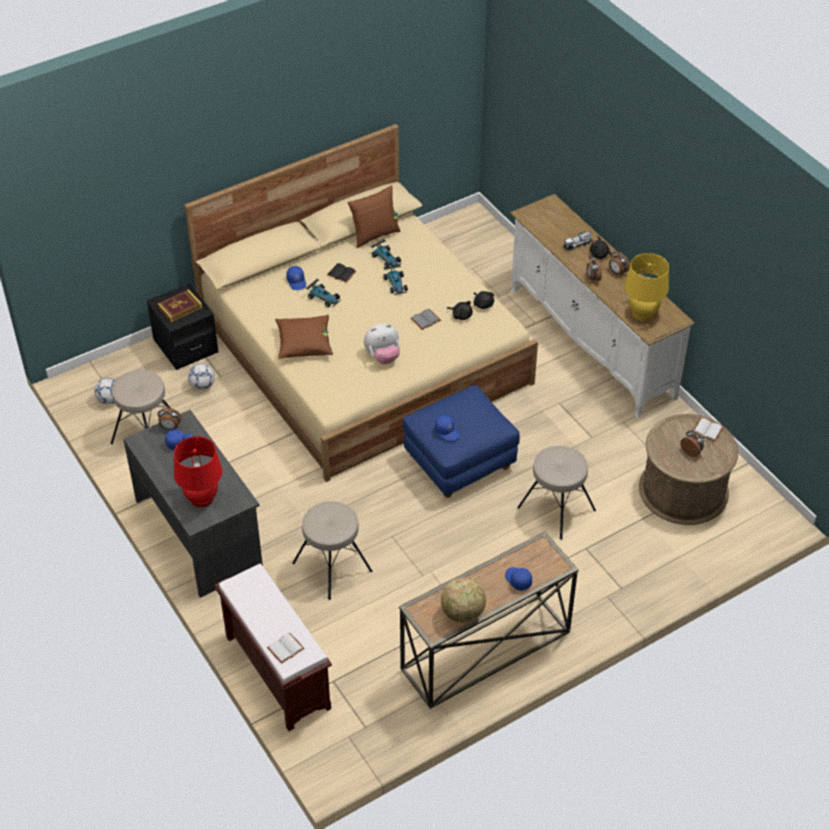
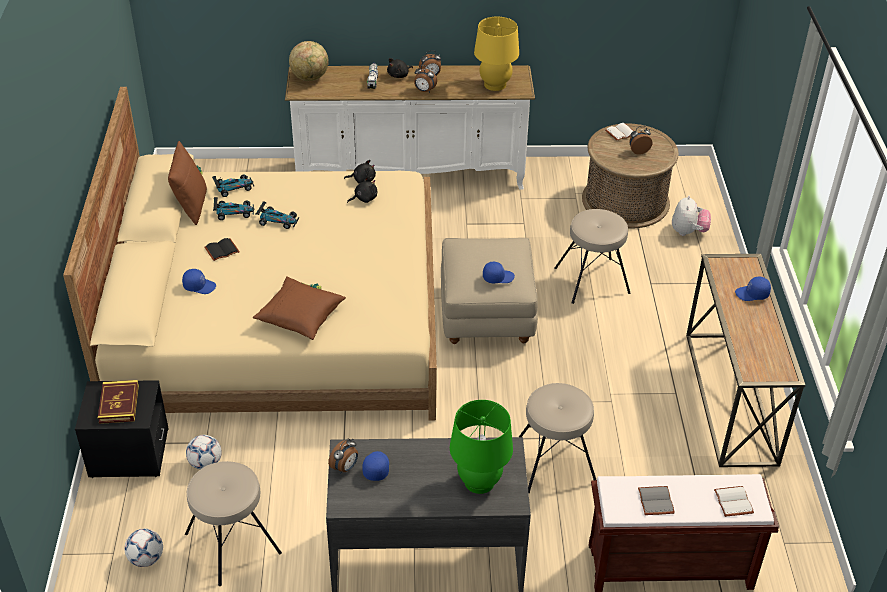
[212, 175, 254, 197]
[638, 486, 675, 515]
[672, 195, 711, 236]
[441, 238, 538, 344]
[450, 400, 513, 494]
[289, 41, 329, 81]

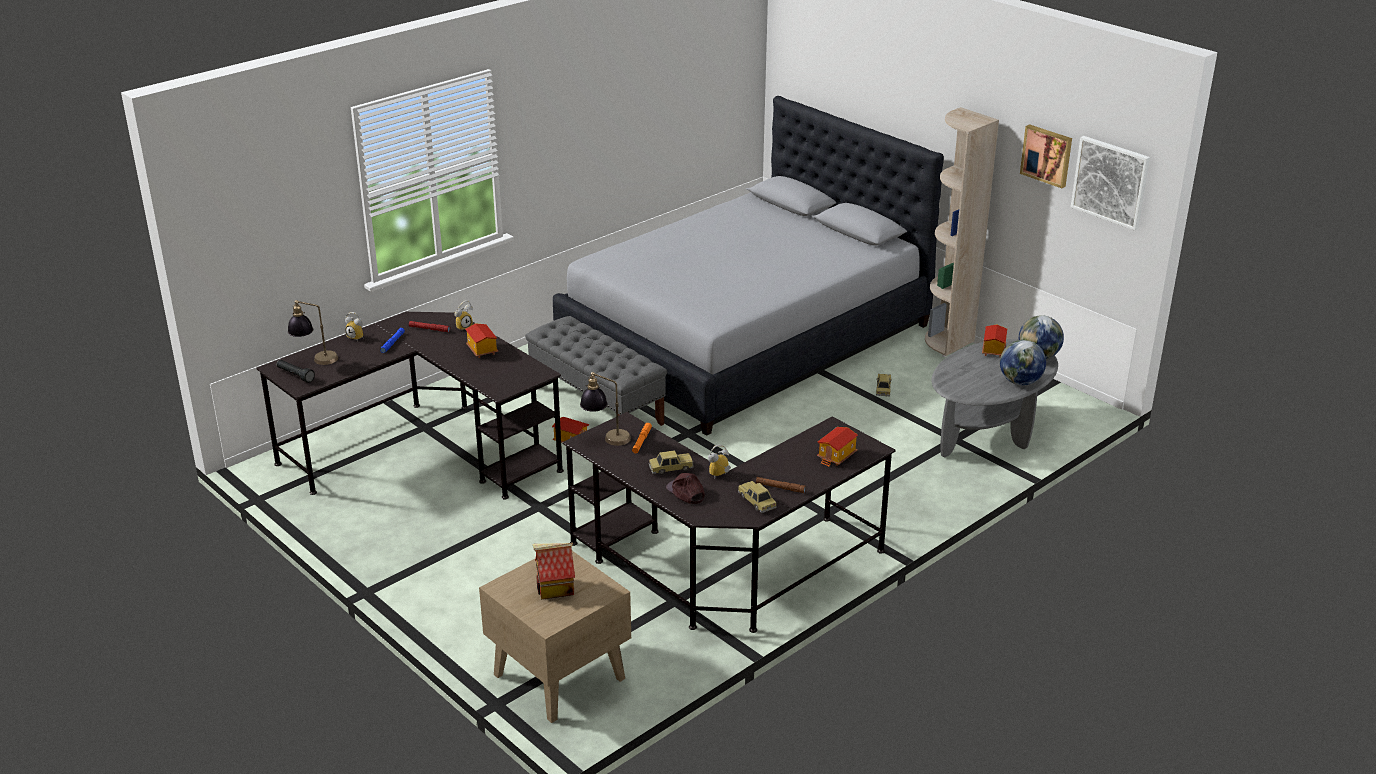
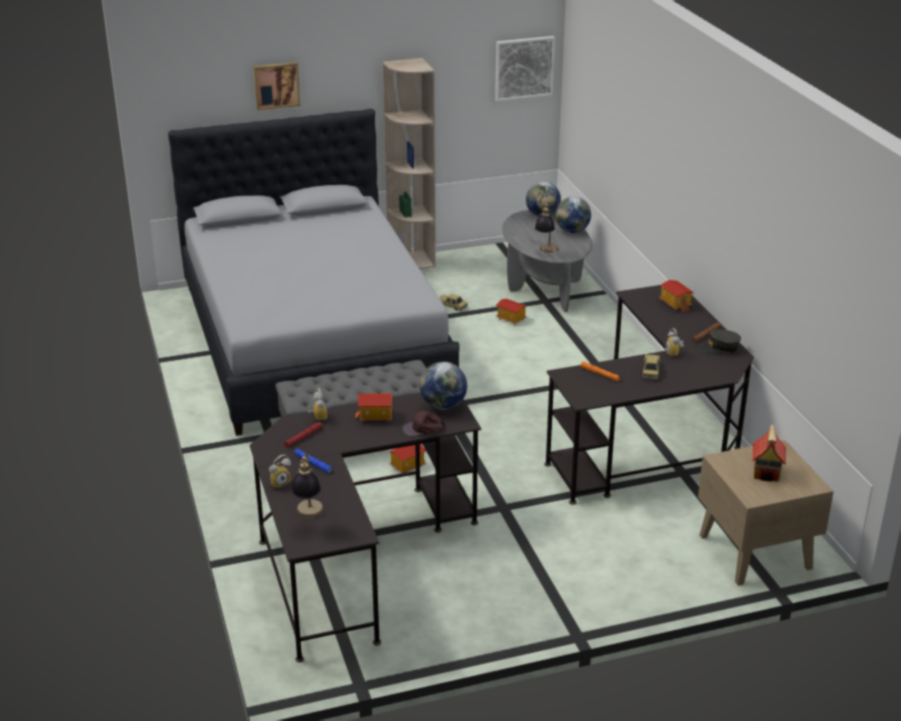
[253, 62, 300, 110]
[496, 299, 527, 325]
[277, 360, 315, 383] (first image)
[535, 203, 559, 253]
[402, 410, 445, 436]
[699, 329, 741, 355]
[419, 362, 467, 410]

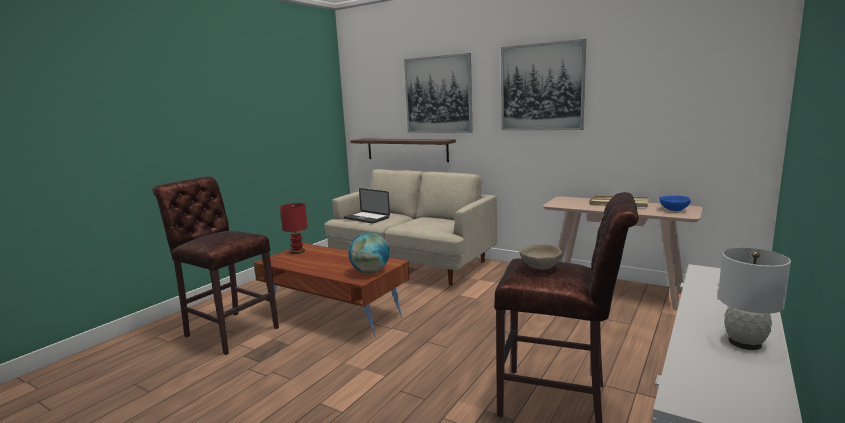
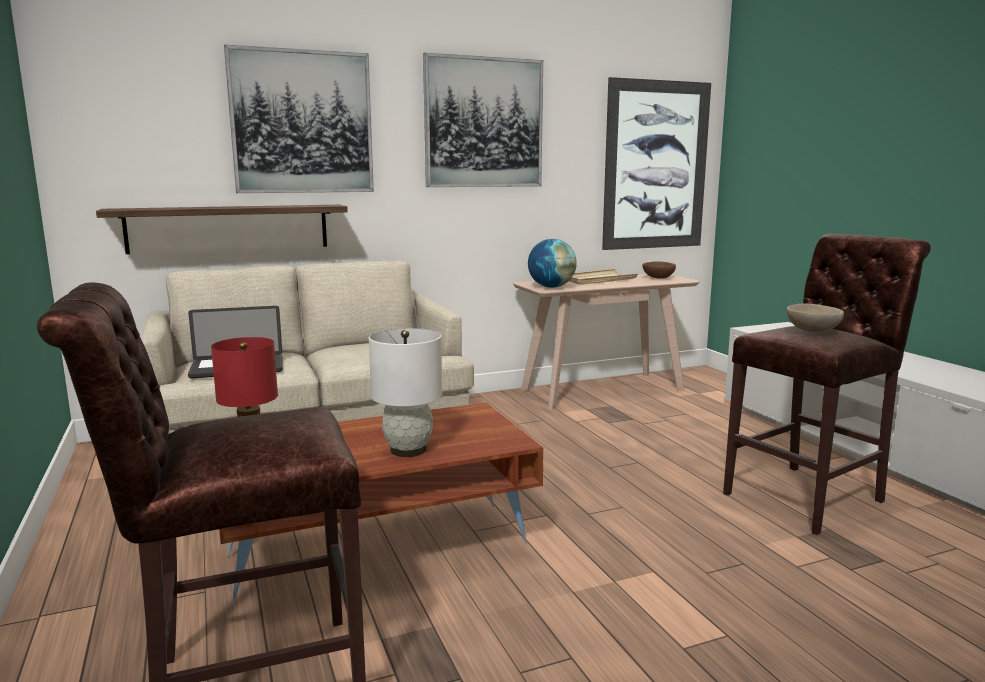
[642, 262, 676, 279]
[528, 239, 577, 288]
[369, 328, 442, 457]
[602, 77, 711, 250]

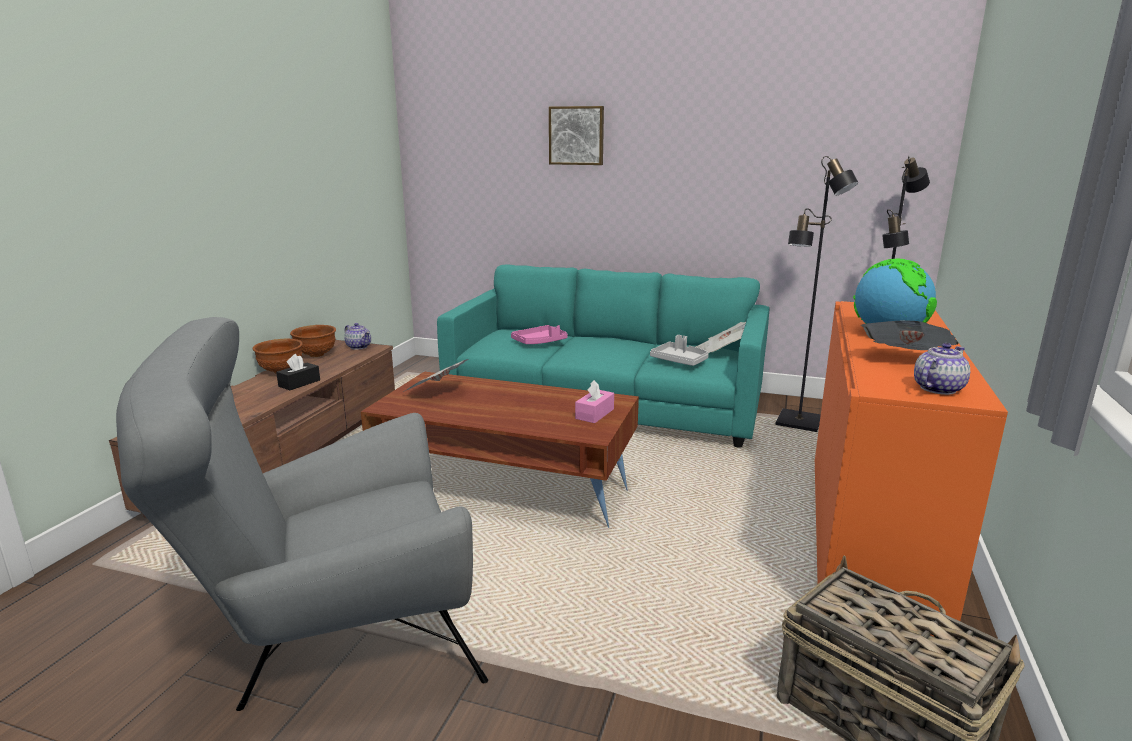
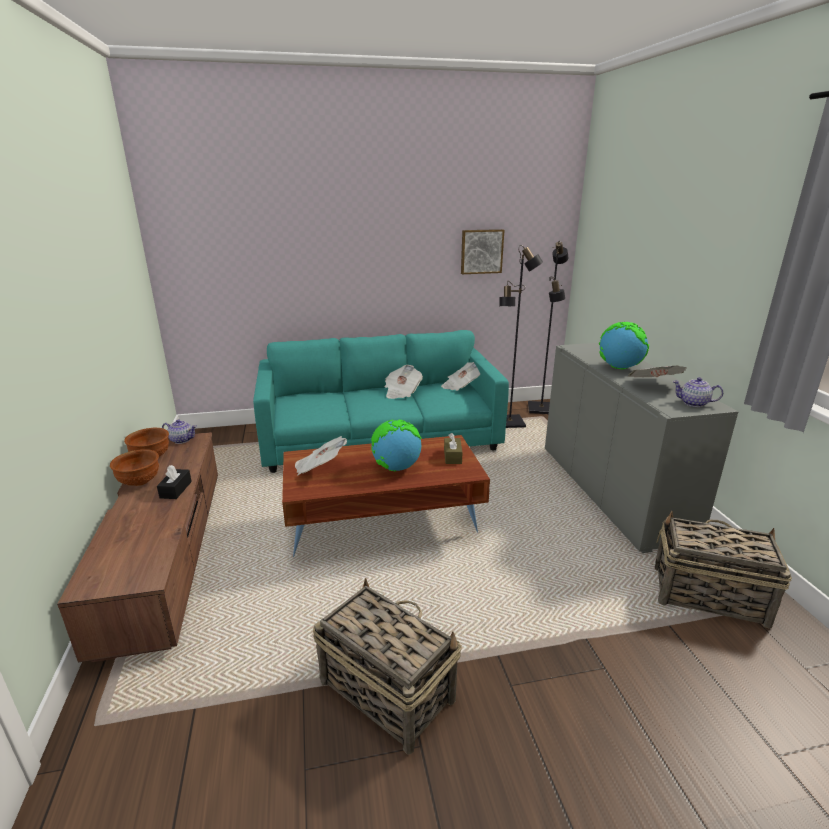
[461, 229, 504, 274]
[545, 343, 738, 553]
[313, 578, 462, 754]
[511, 325, 568, 344] (first image)
[650, 335, 709, 366] (first image)
[672, 377, 723, 407]
[444, 433, 463, 464]
[385, 365, 423, 399]
[371, 419, 421, 471]

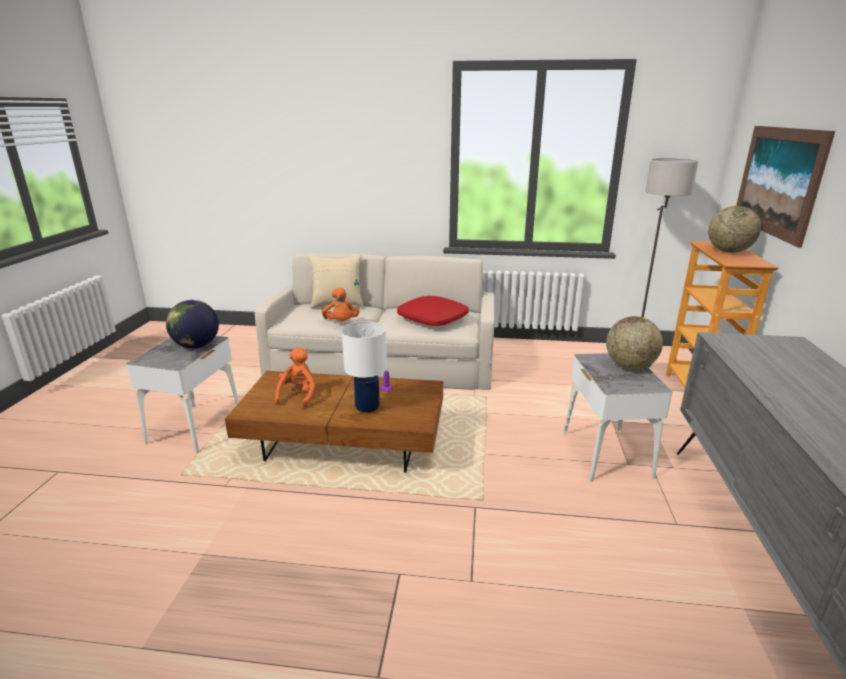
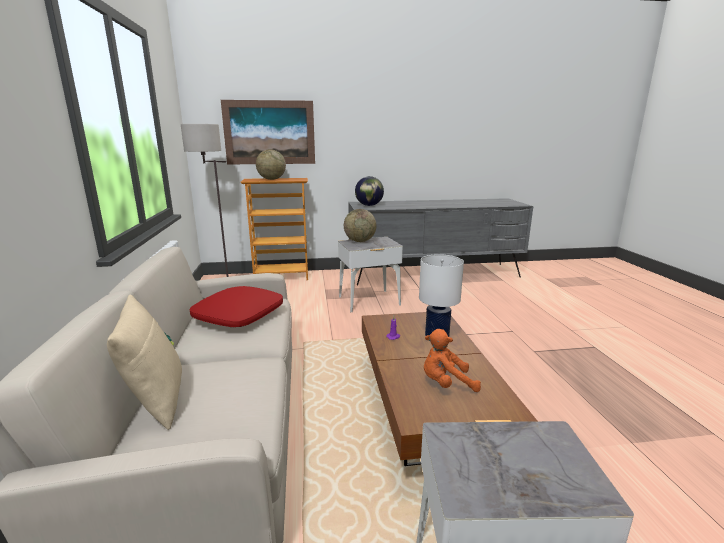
[322, 288, 360, 321] (first image)
[355, 176, 384, 206]

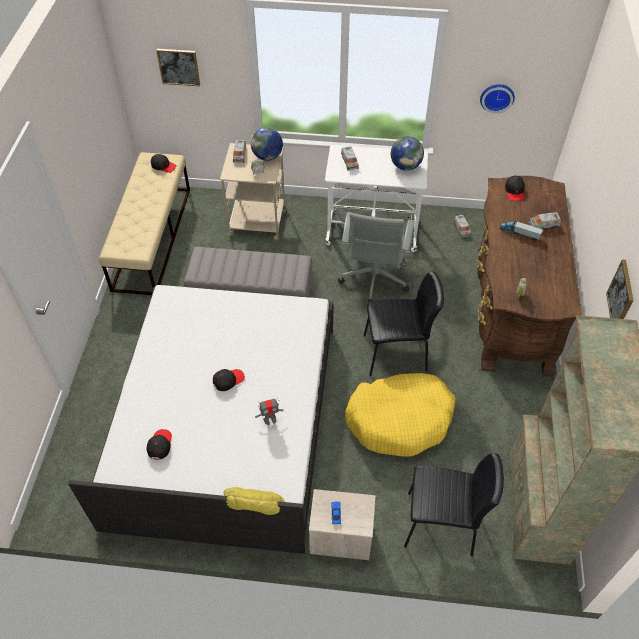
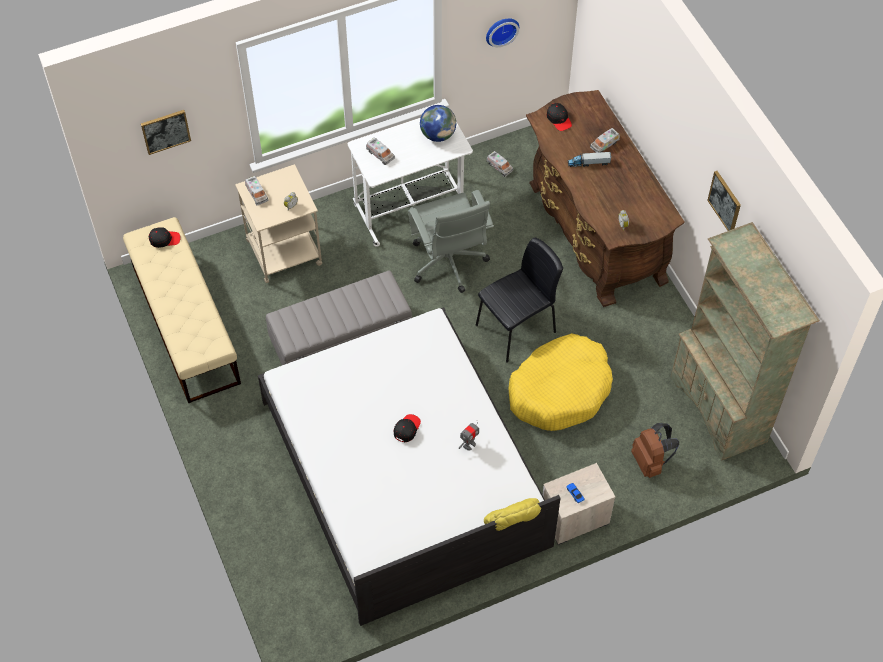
[251, 128, 283, 161] (first image)
[147, 429, 172, 460] (first image)
[631, 423, 679, 478]

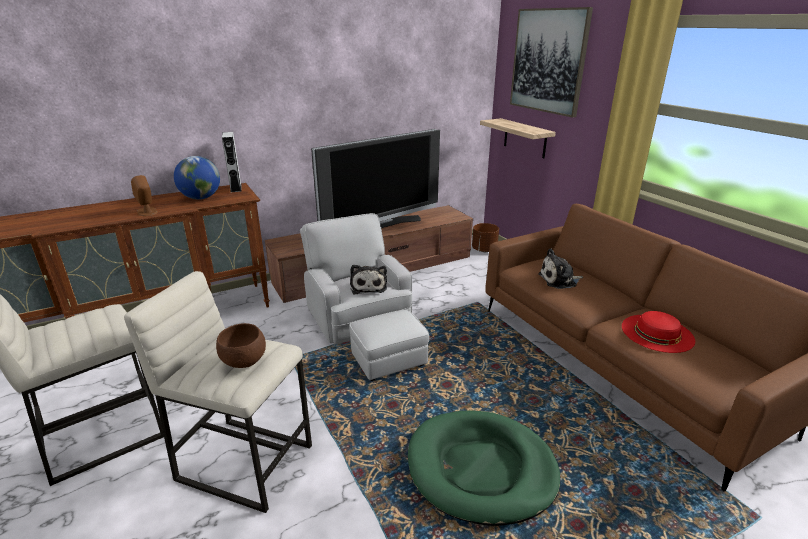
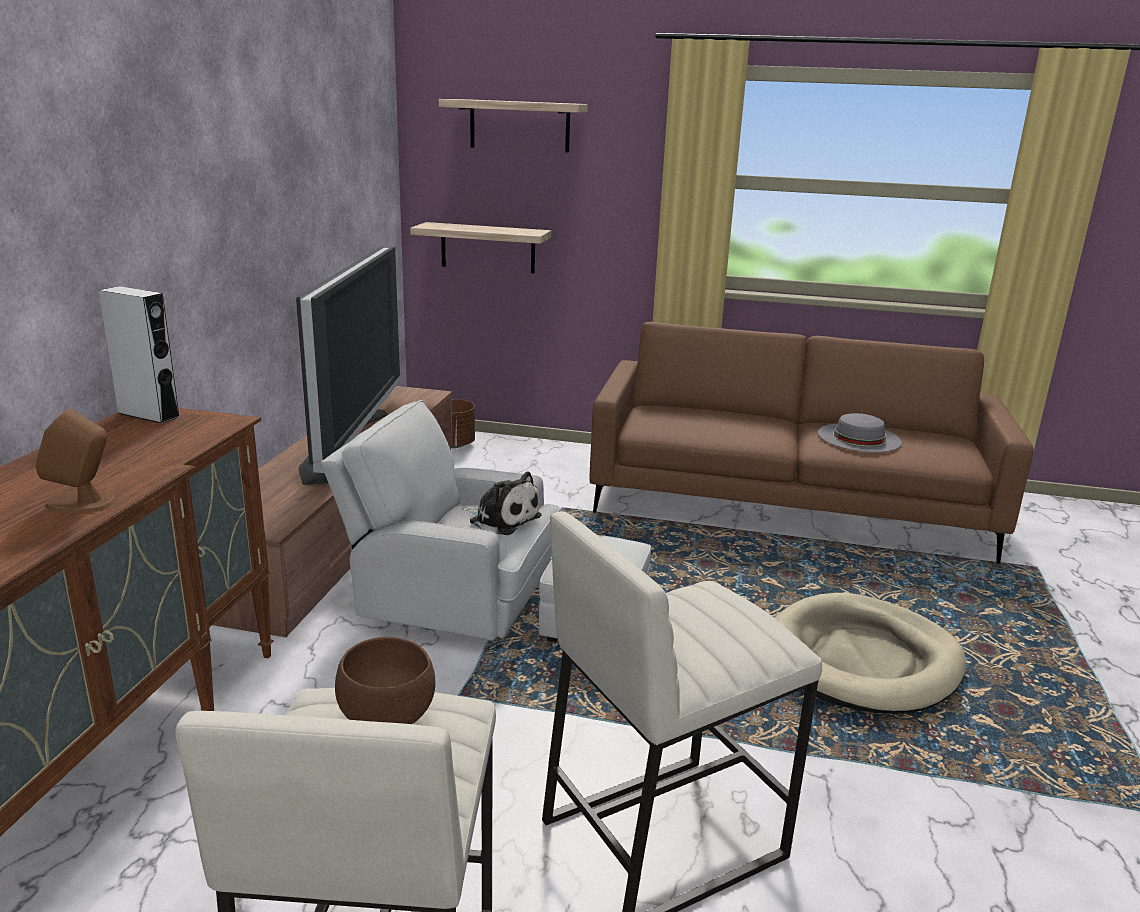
[439, 99, 588, 153]
[174, 156, 220, 199] (first image)
[538, 248, 583, 289] (first image)
[818, 413, 902, 452]
[335, 637, 435, 724]
[774, 593, 966, 714]

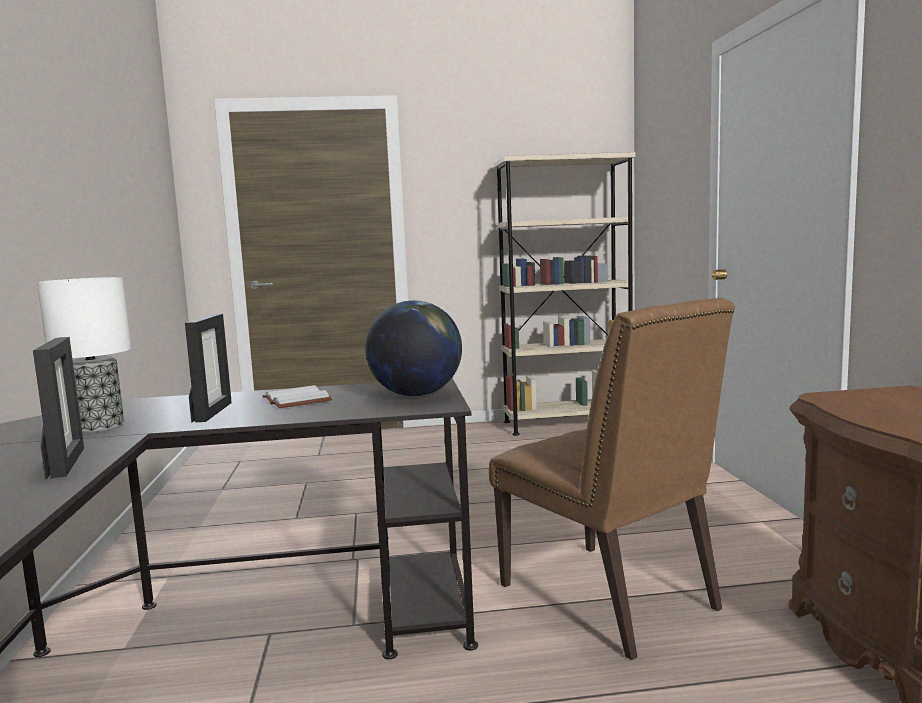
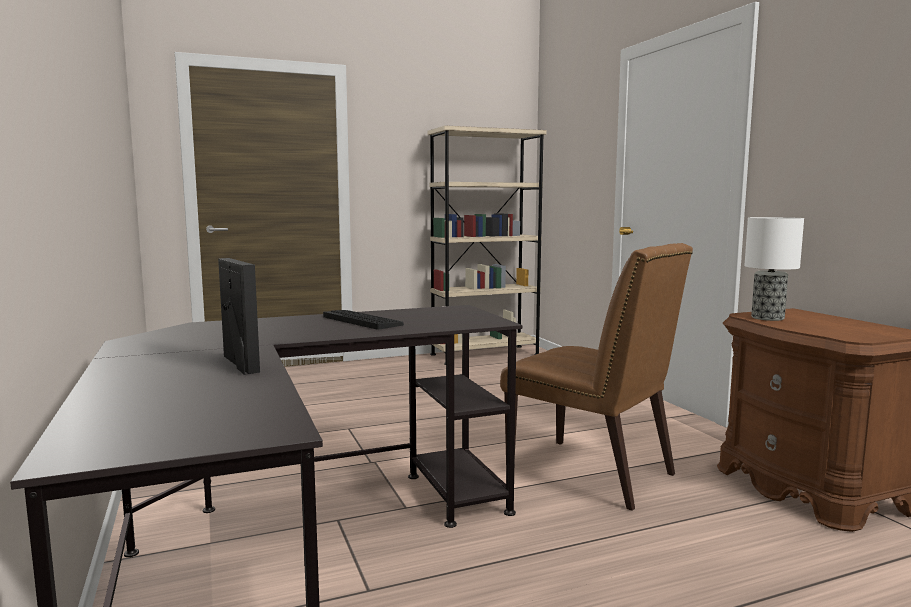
[744, 217, 804, 321]
[365, 300, 462, 396] (first image)
[185, 314, 232, 423] (first image)
[323, 310, 404, 330]

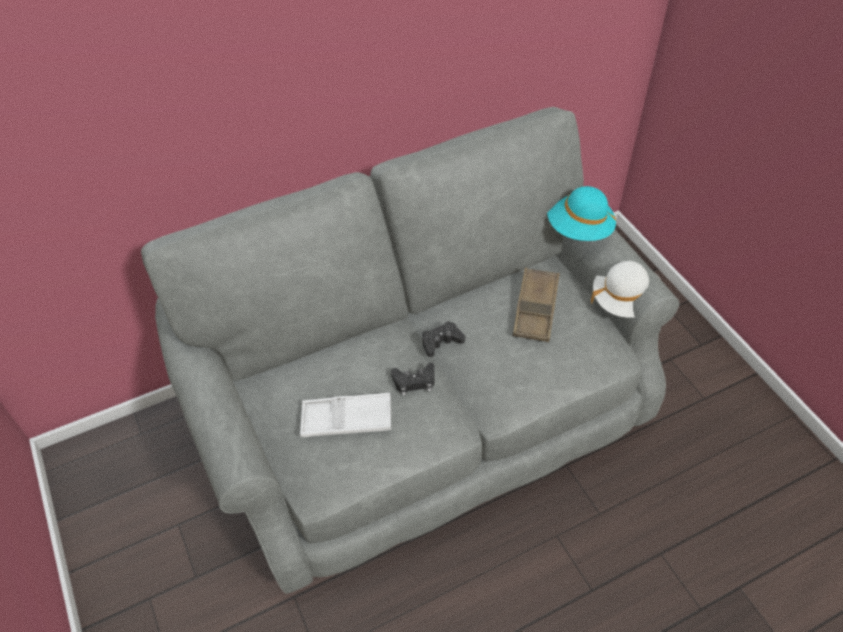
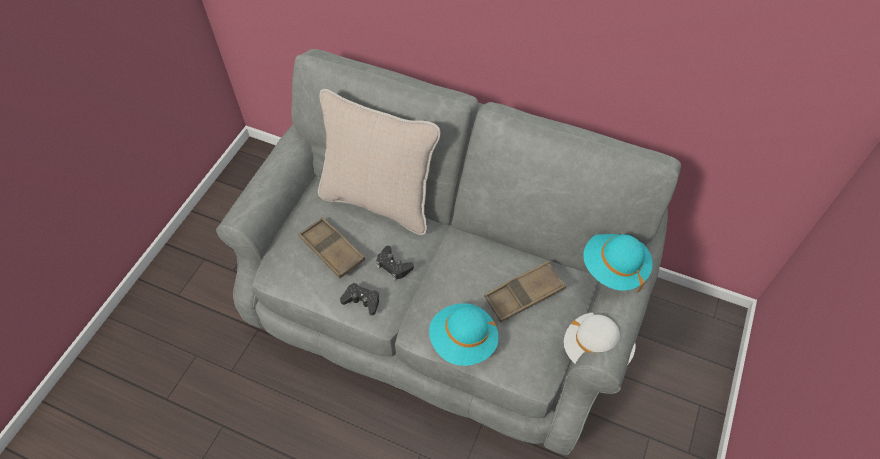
[340, 283, 379, 315]
[298, 217, 365, 278]
[318, 89, 441, 235]
[429, 303, 499, 366]

